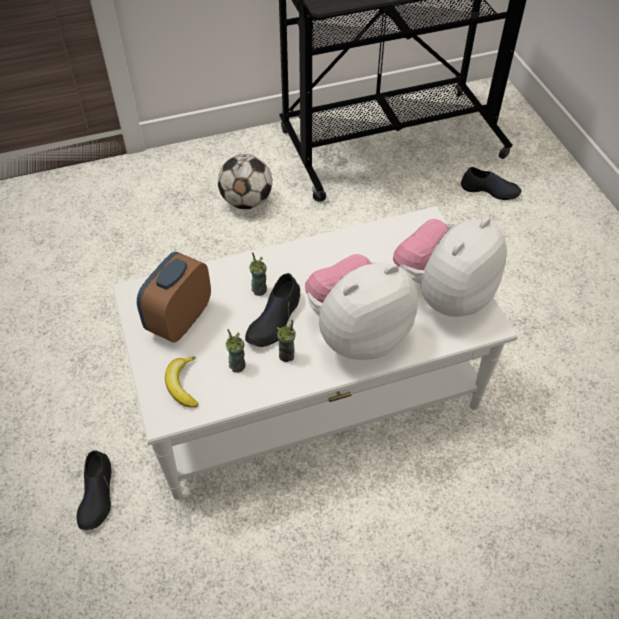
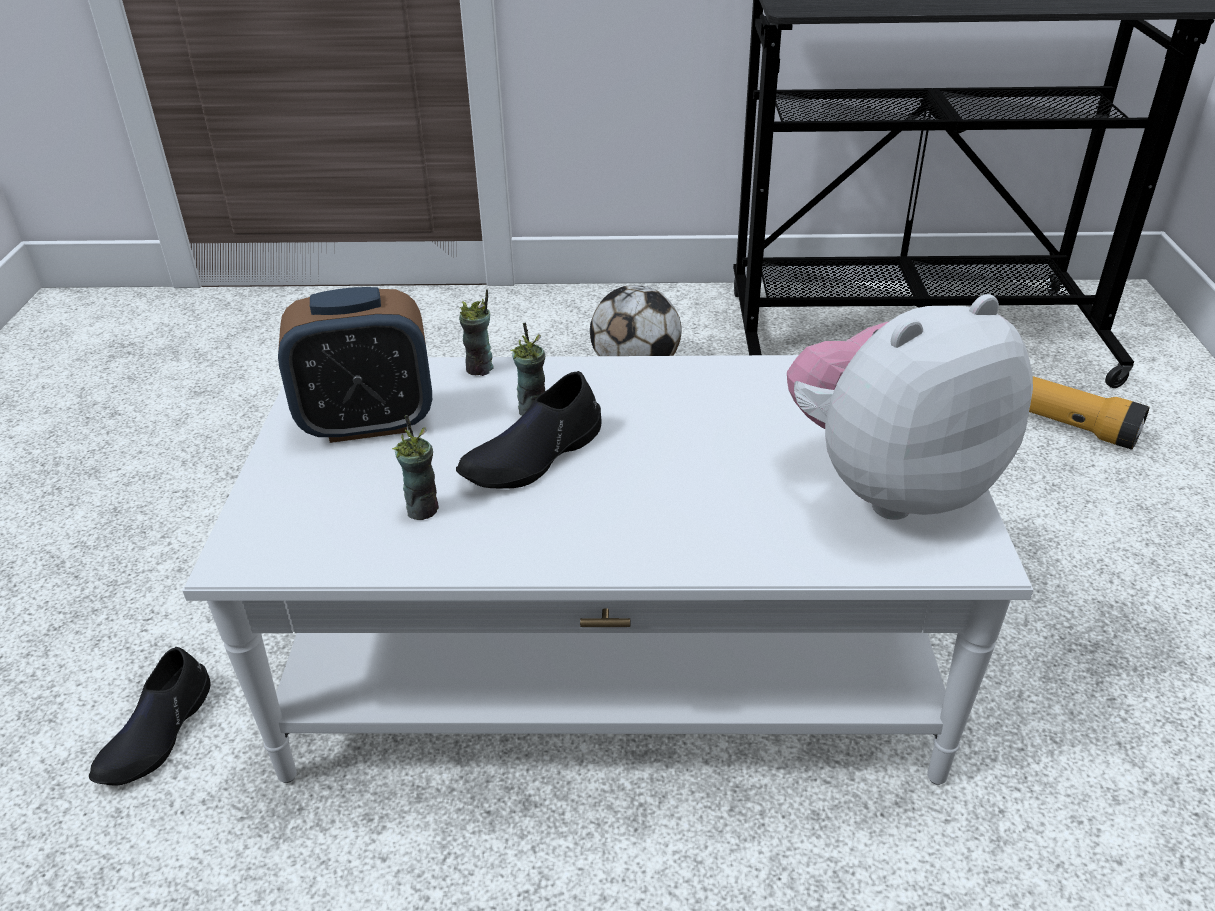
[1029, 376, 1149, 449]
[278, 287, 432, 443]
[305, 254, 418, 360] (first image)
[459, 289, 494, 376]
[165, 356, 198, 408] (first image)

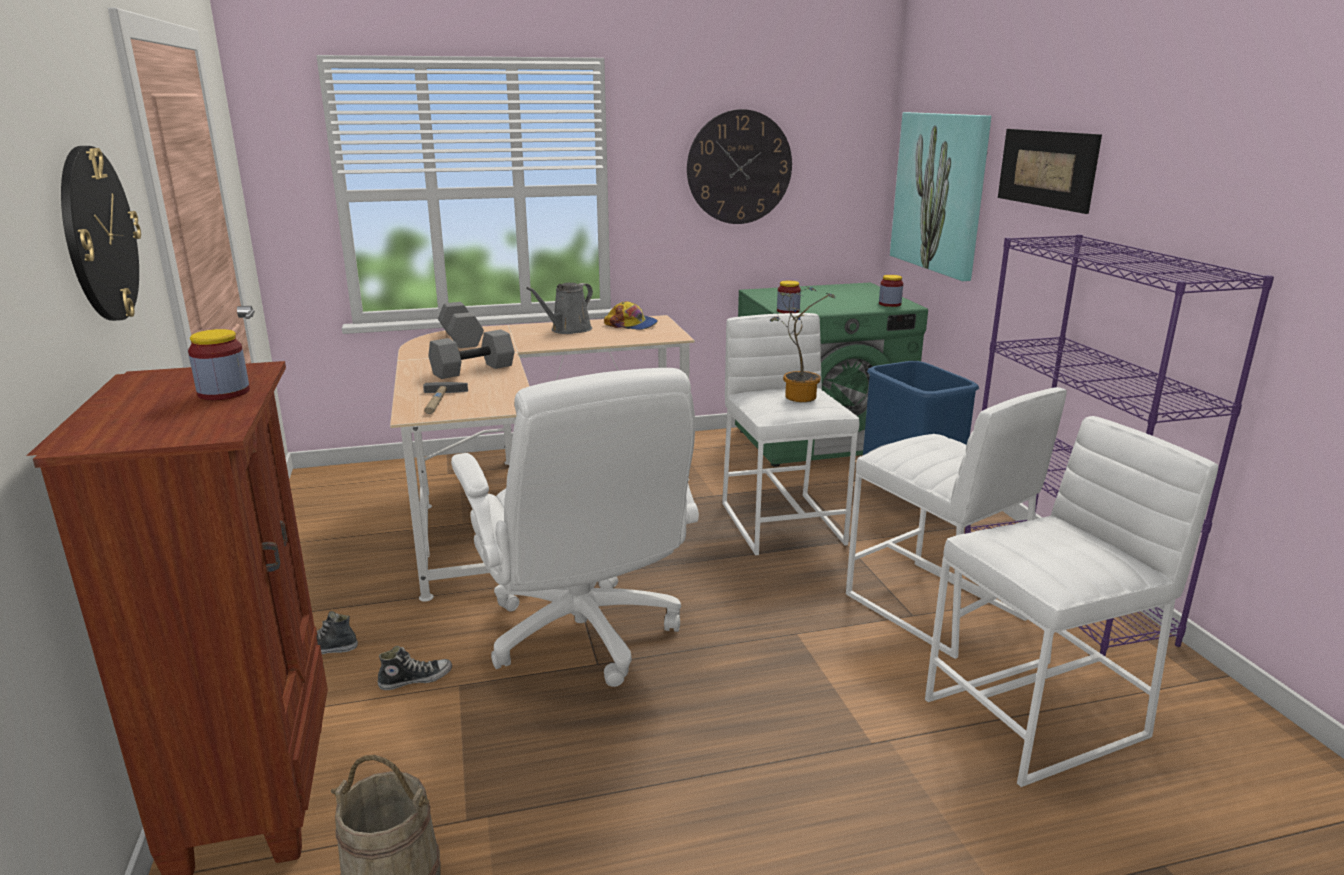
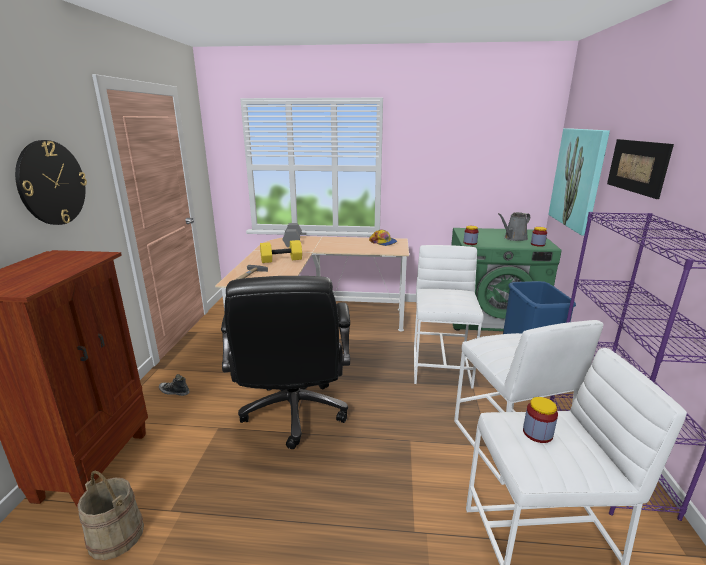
[687, 109, 792, 224] (first image)
[498, 212, 530, 241]
[770, 287, 836, 402] (first image)
[523, 397, 558, 443]
[260, 240, 302, 263]
[221, 276, 350, 449]
[378, 646, 452, 690] (first image)

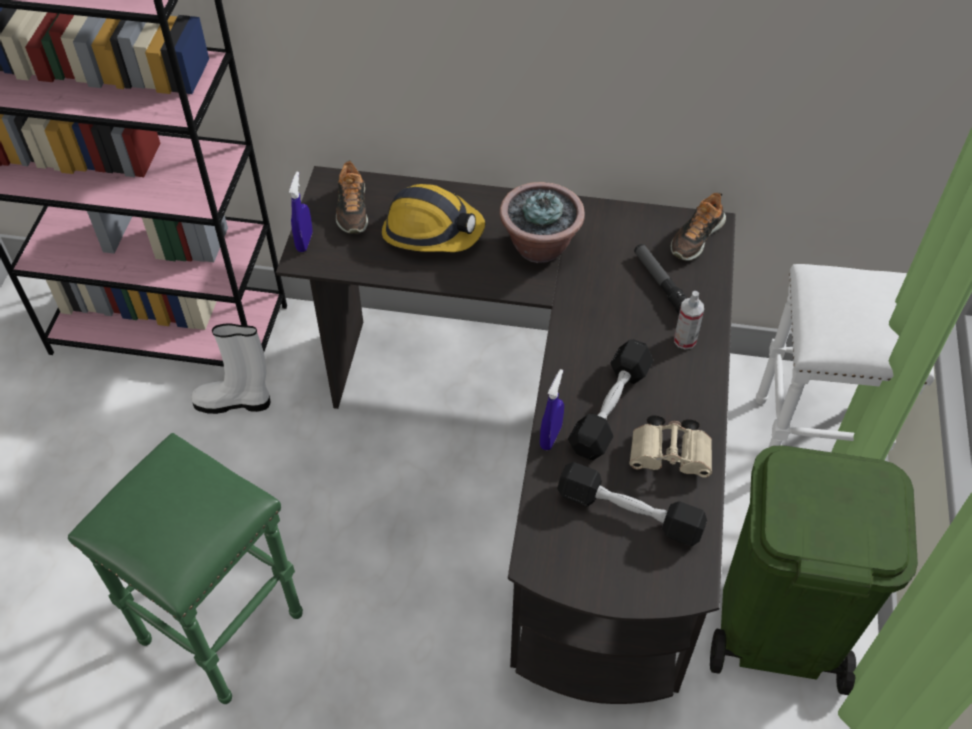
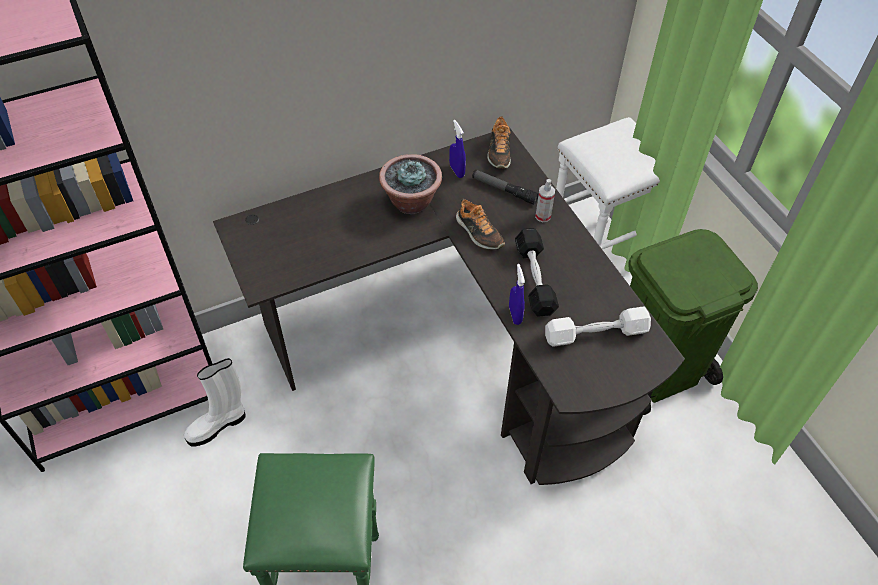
[456, 199, 505, 250]
[449, 120, 466, 178]
[382, 184, 485, 252] (first image)
[629, 415, 712, 478] (first image)
[545, 306, 651, 347]

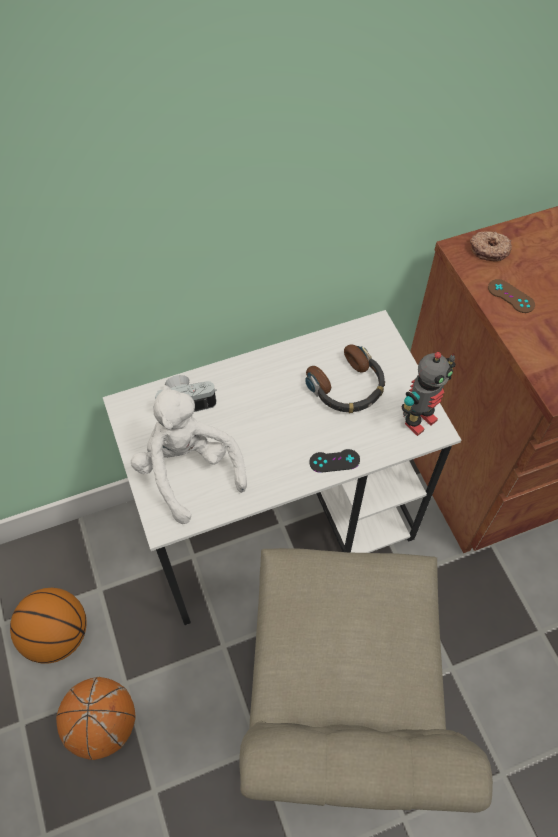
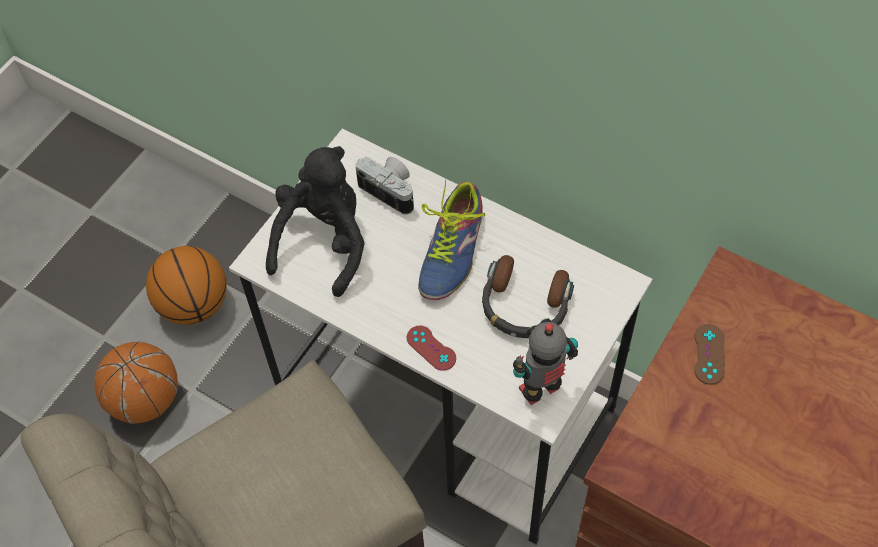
[470, 231, 512, 261] (first image)
[513, 318, 578, 405]
[266, 146, 365, 297]
[407, 325, 456, 371]
[418, 179, 485, 300]

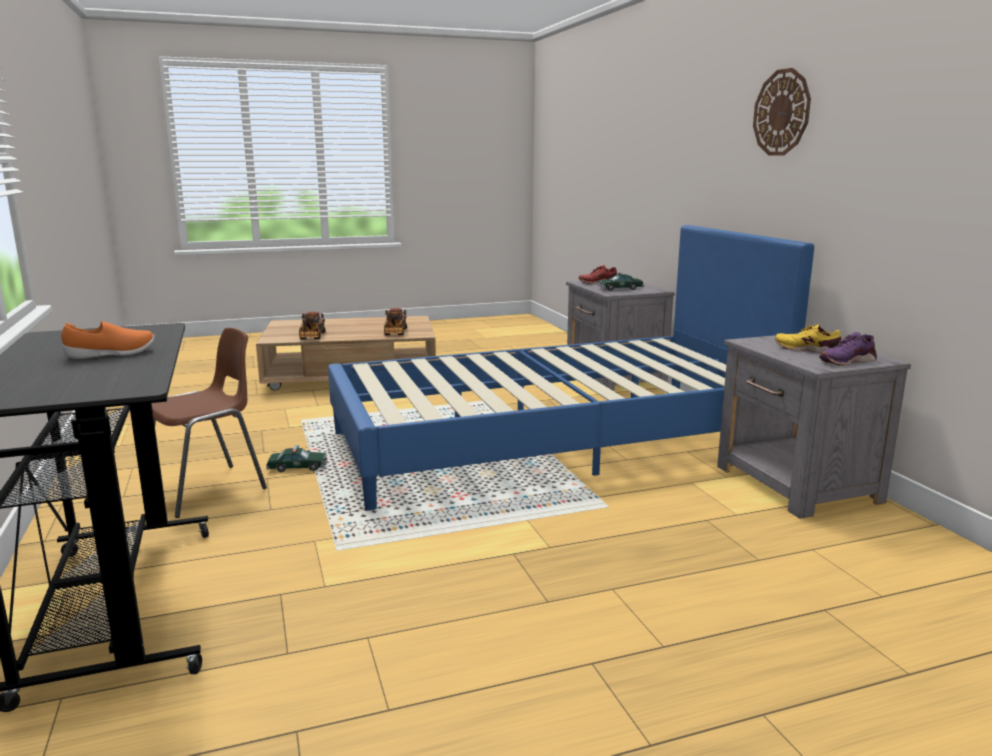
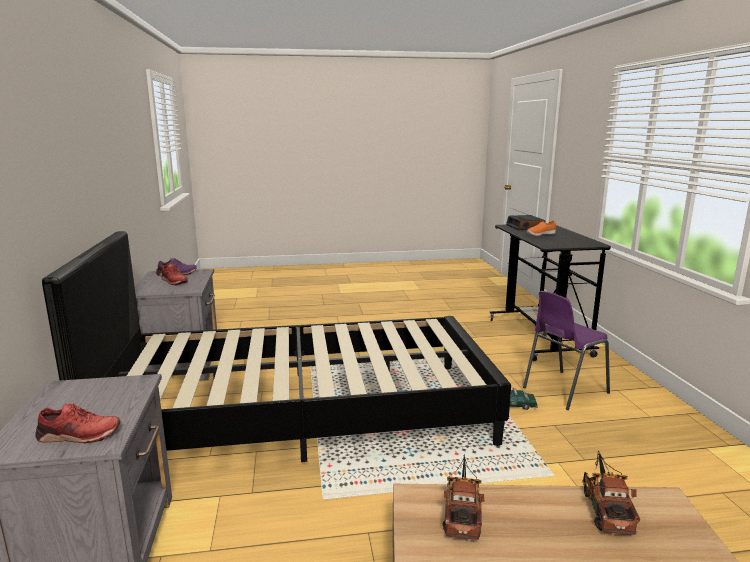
[753, 68, 811, 156] (first image)
[42, 231, 511, 462]
[597, 272, 644, 291] (first image)
[162, 264, 188, 285]
[523, 291, 610, 410]
[506, 215, 545, 230]

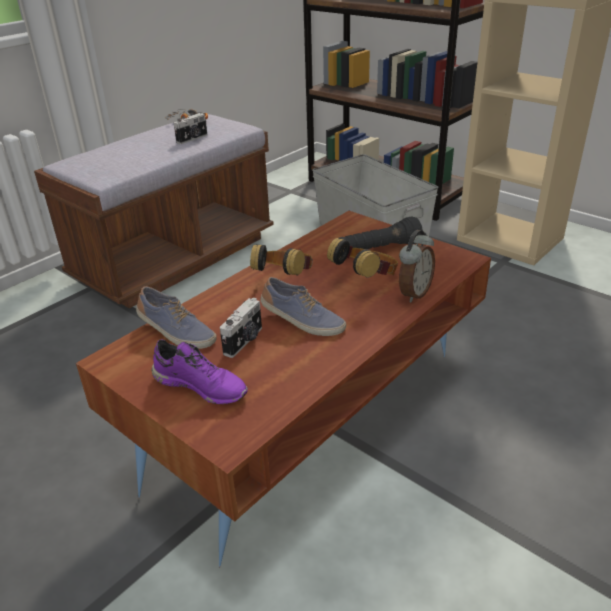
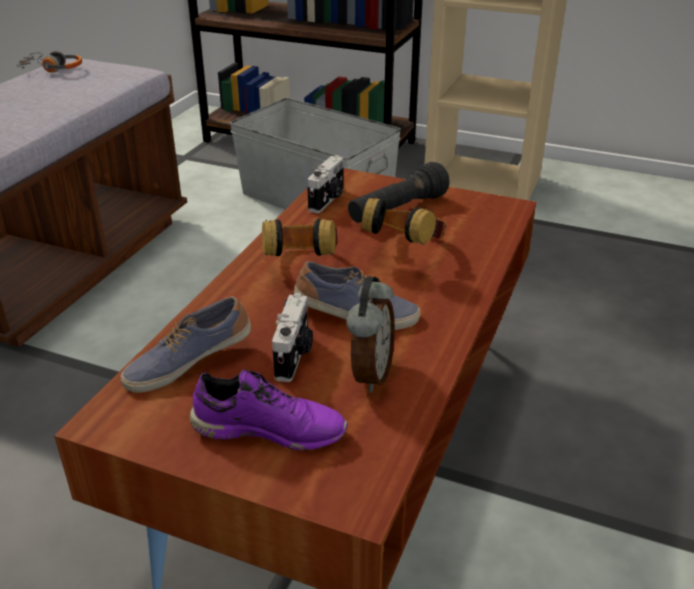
[307, 155, 344, 213]
[346, 276, 395, 393]
[121, 296, 251, 393]

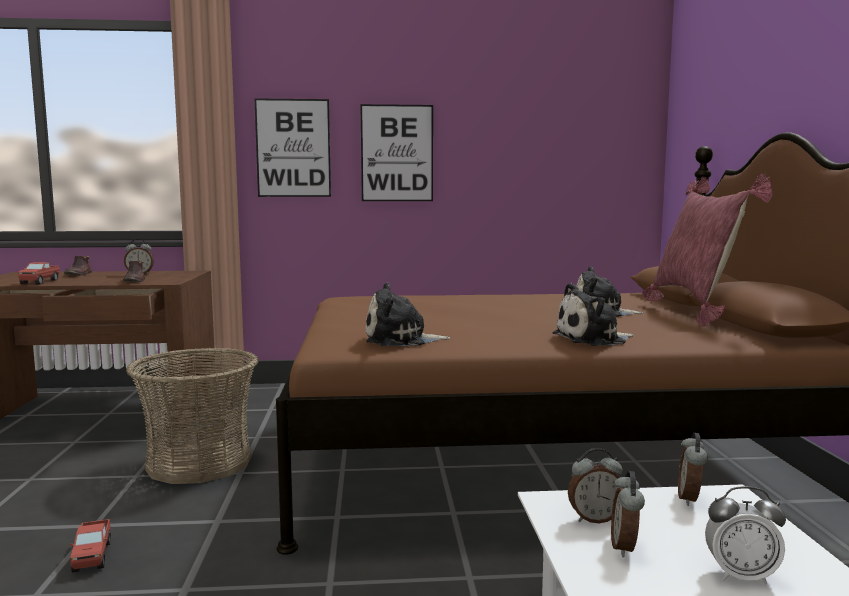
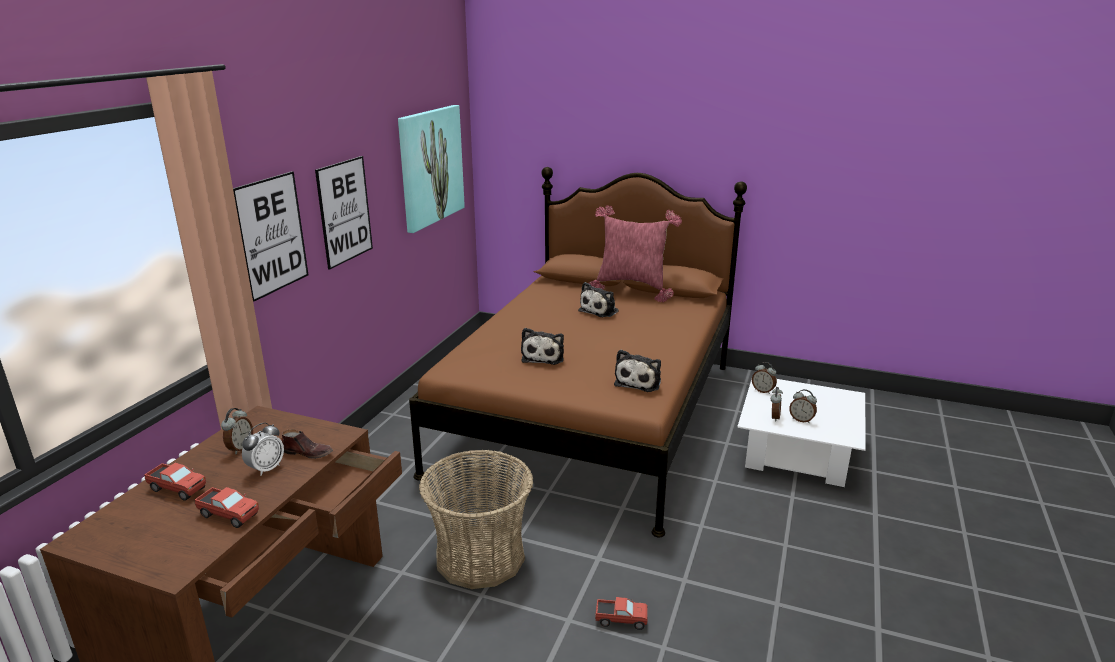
[144, 463, 206, 501]
[521, 328, 564, 365]
[242, 422, 284, 476]
[398, 105, 465, 233]

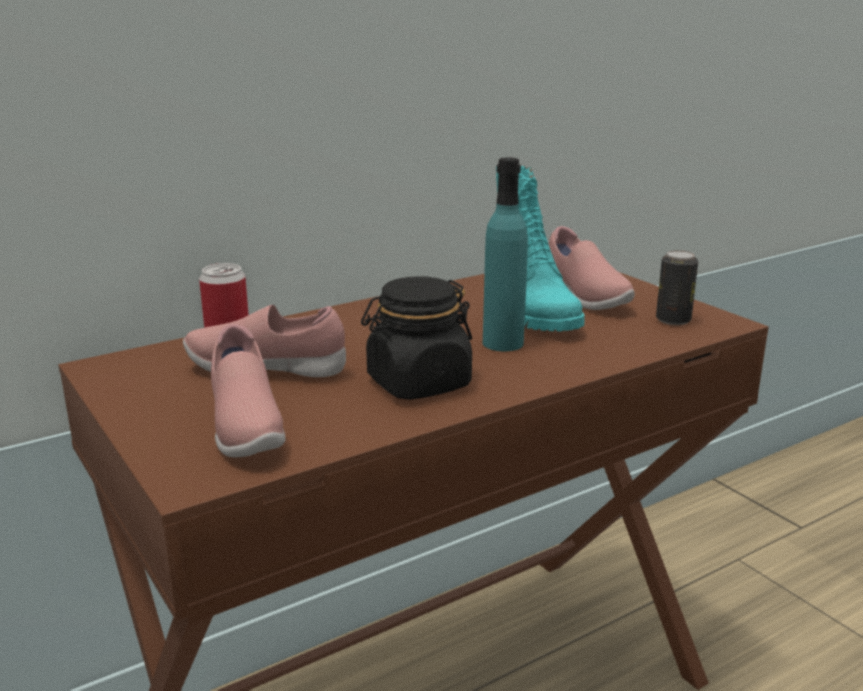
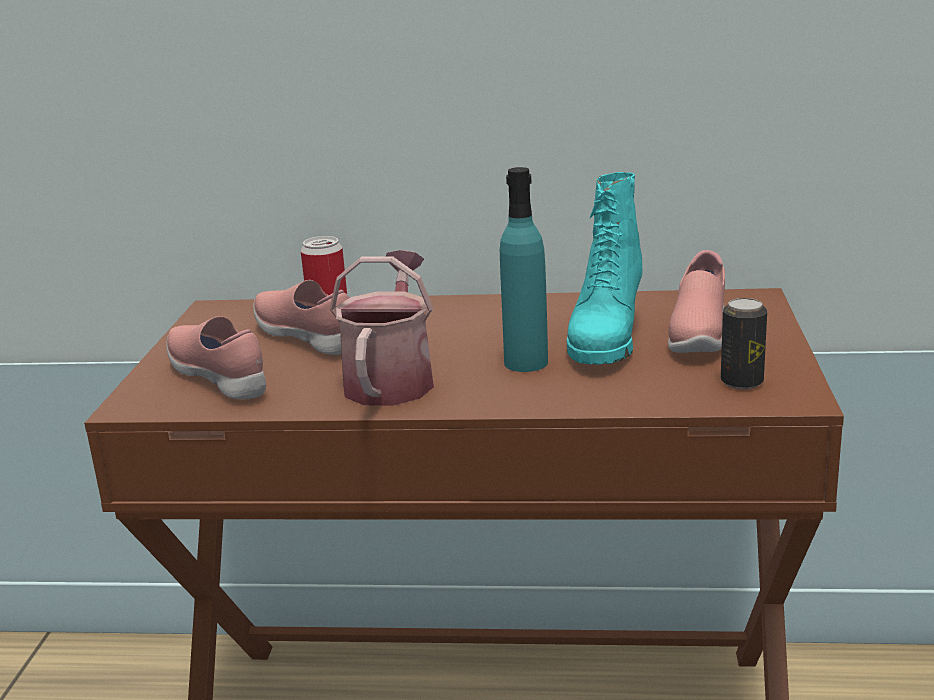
[329, 250, 434, 406]
[166, 316, 266, 400]

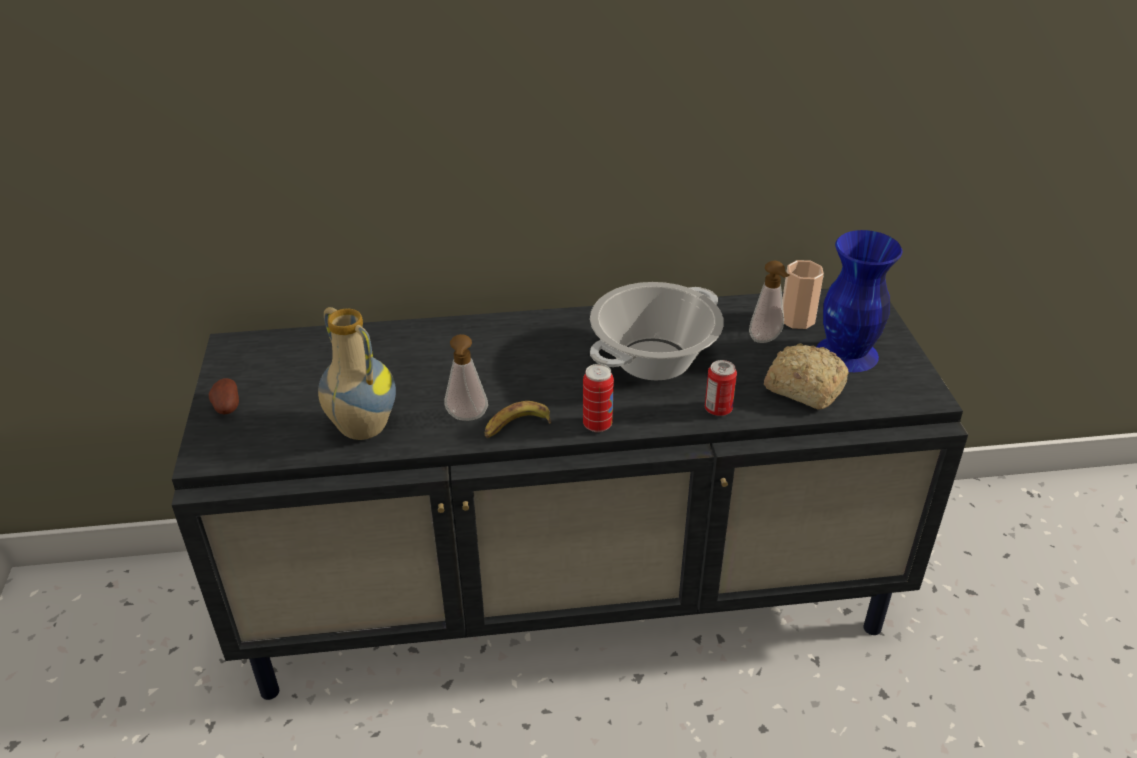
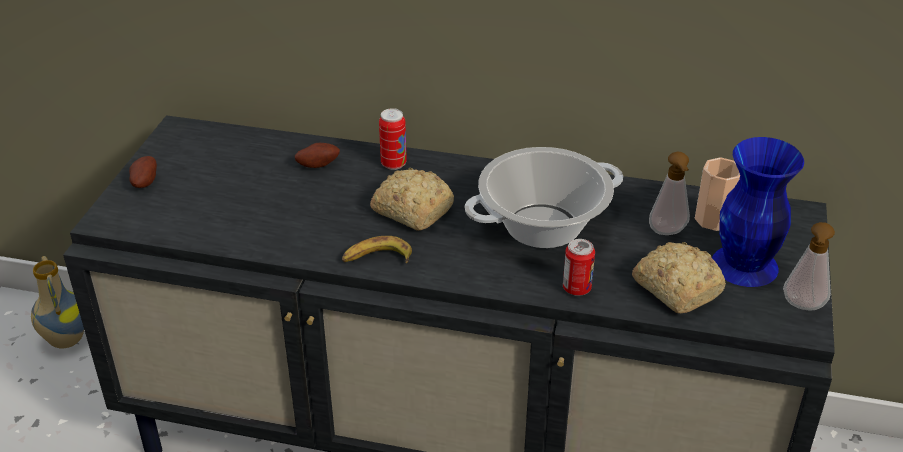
[31, 256, 84, 348]
[783, 222, 835, 310]
[379, 108, 407, 170]
[295, 143, 340, 168]
[370, 168, 454, 231]

